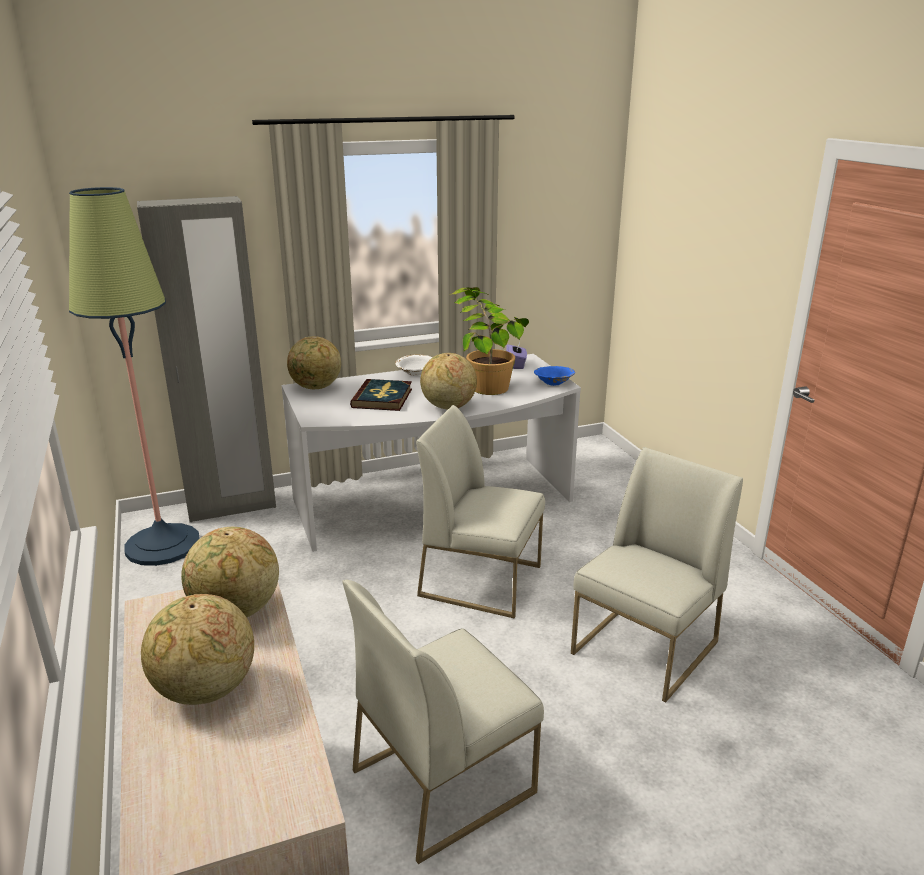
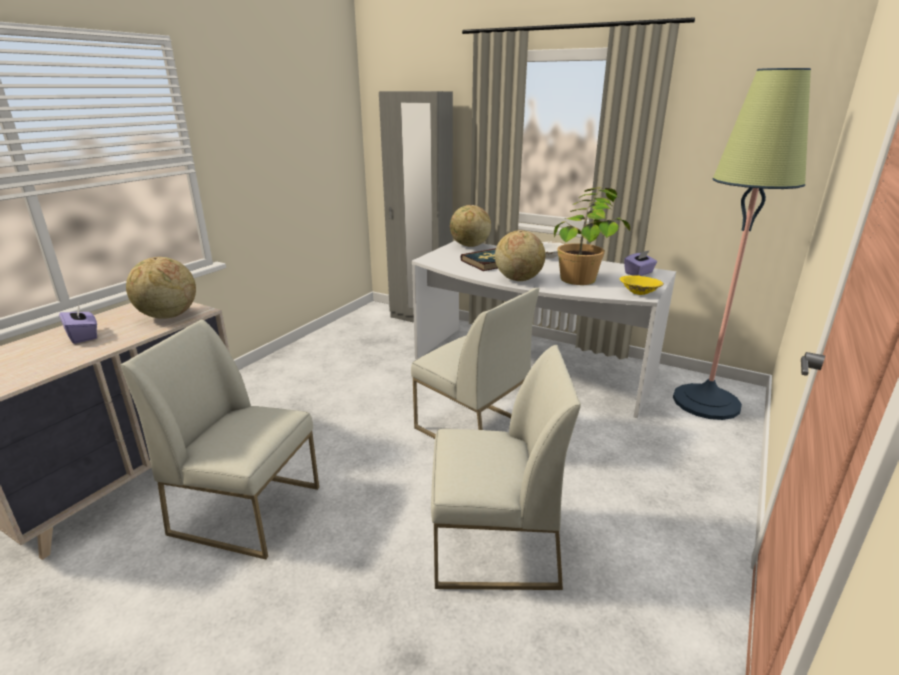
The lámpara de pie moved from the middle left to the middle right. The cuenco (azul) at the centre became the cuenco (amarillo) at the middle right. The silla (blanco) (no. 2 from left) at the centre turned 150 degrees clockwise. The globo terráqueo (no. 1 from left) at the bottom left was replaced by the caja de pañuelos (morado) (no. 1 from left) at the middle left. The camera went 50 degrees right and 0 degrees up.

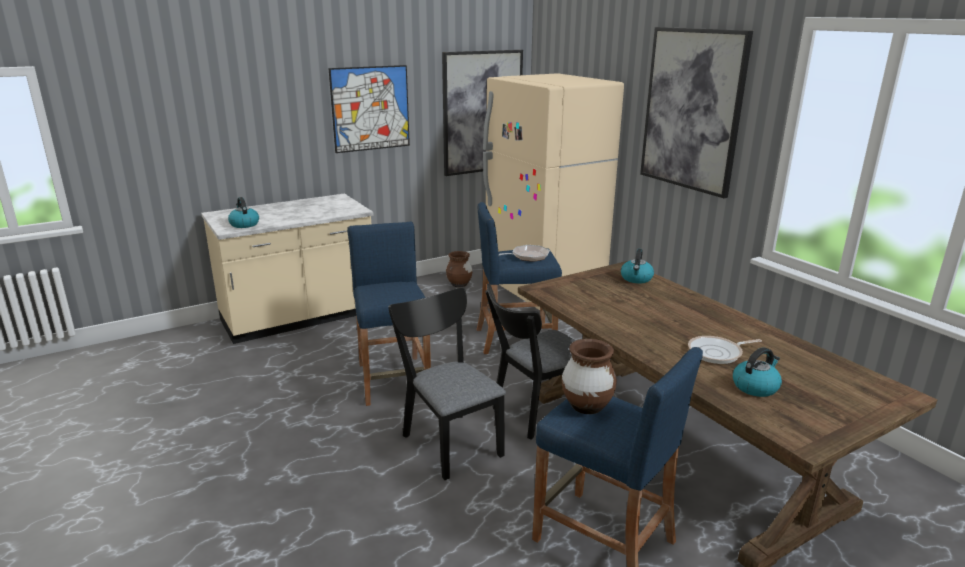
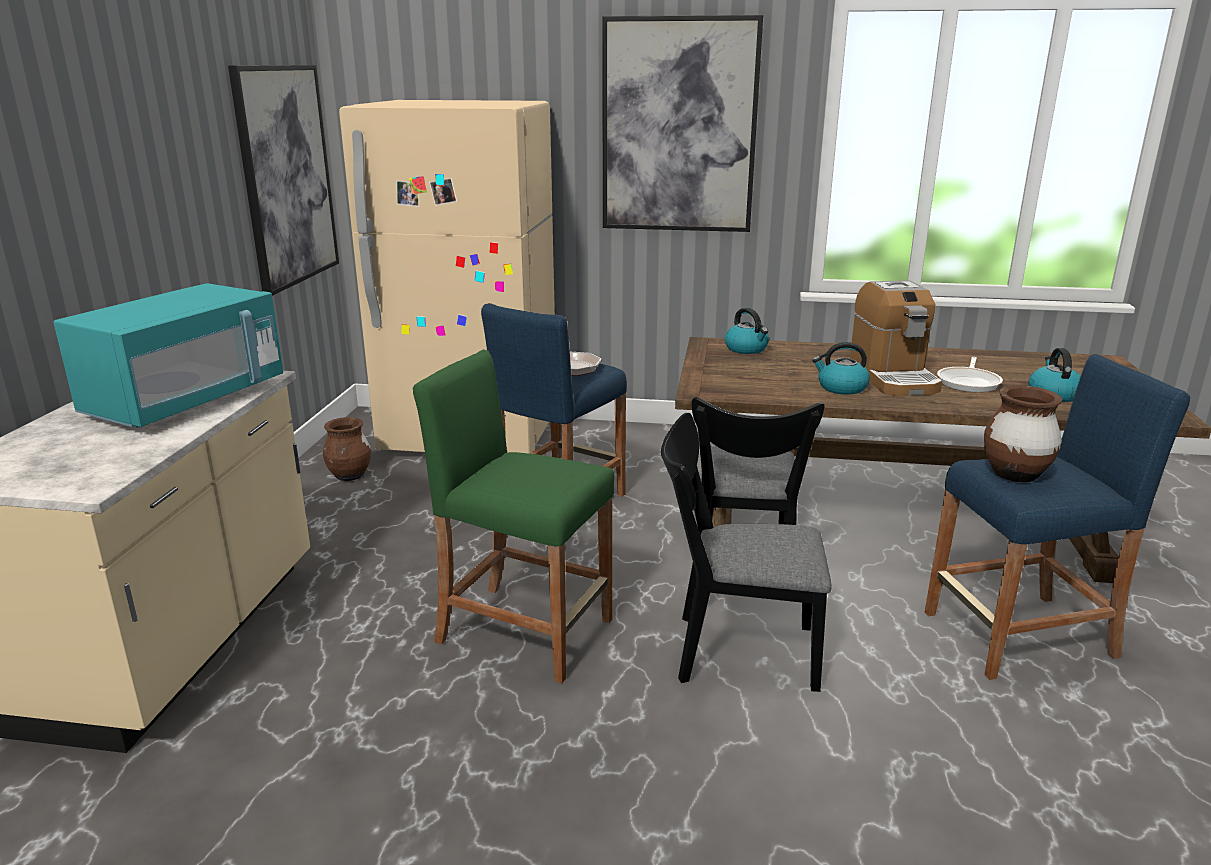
The cuadro (no. 1 from left) at the top centre disappeared. The hervidor (no. 1 from left in the first image) moved from the middle left to the middle right. The taburete (azul) (no. 1 from left) at the centre became the taburete (verde) at the centre. The cafetera at the middle right appeared. The microondas (turquesa) at the middle left appeared. The camera went 50 degrees left and 0 degrees up.

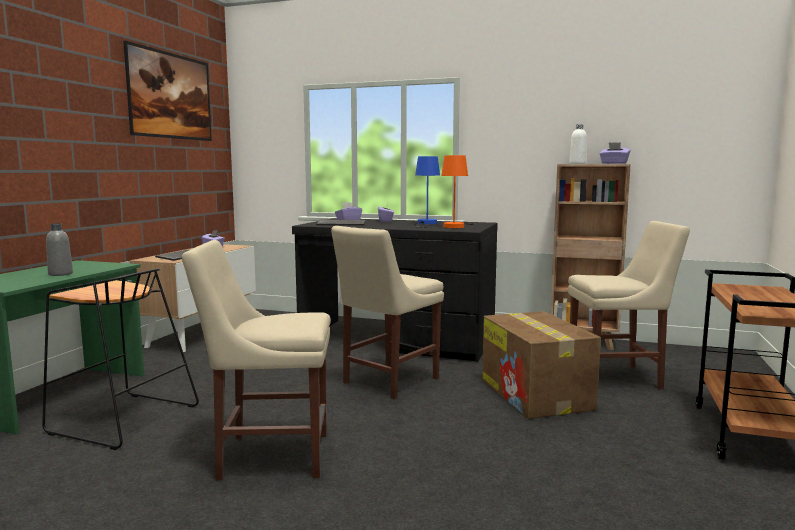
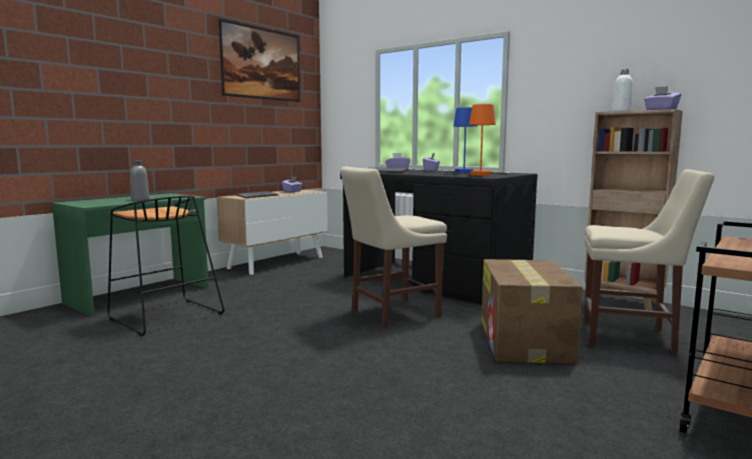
The silla (beis) (no. 1 from left) at the bottom left disappeared. The camera went 20 degrees right and 0 degrees up.

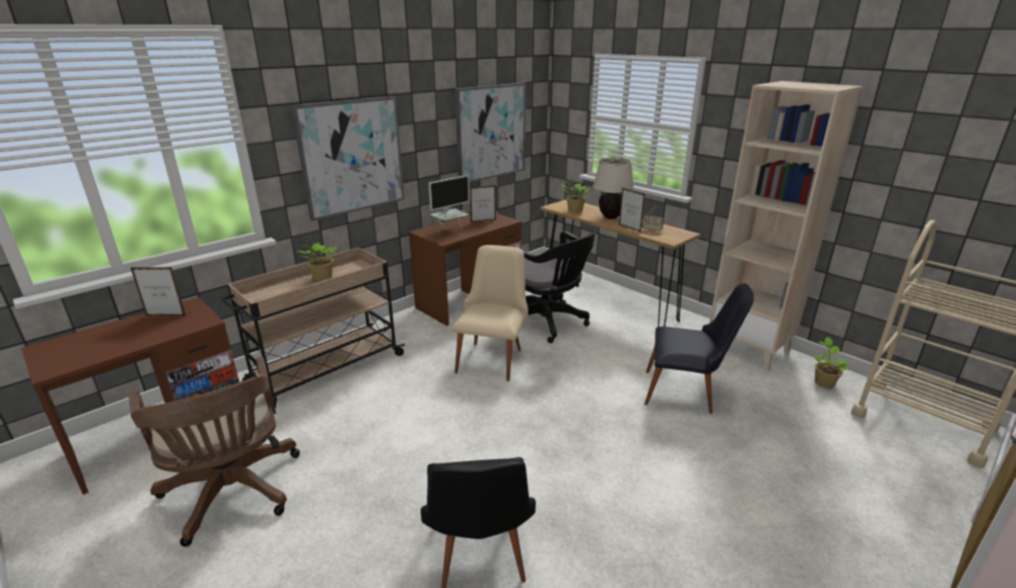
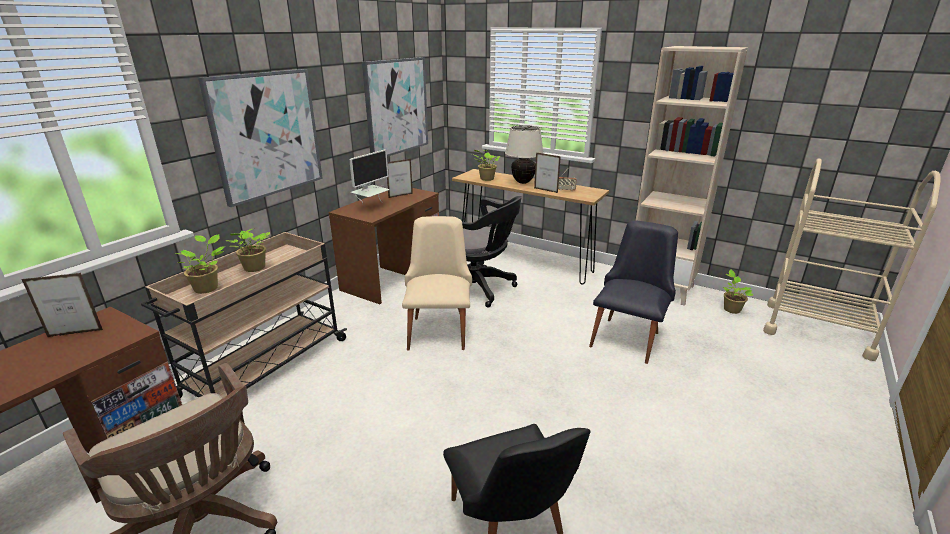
The silla (negro) (no. 2 from left) at the middle right turned 60 degrees counterclockwise. The planta en maceta (no. 1 from left) at the middle left appeared. The camera went 15 degrees left and 0 degrees up.

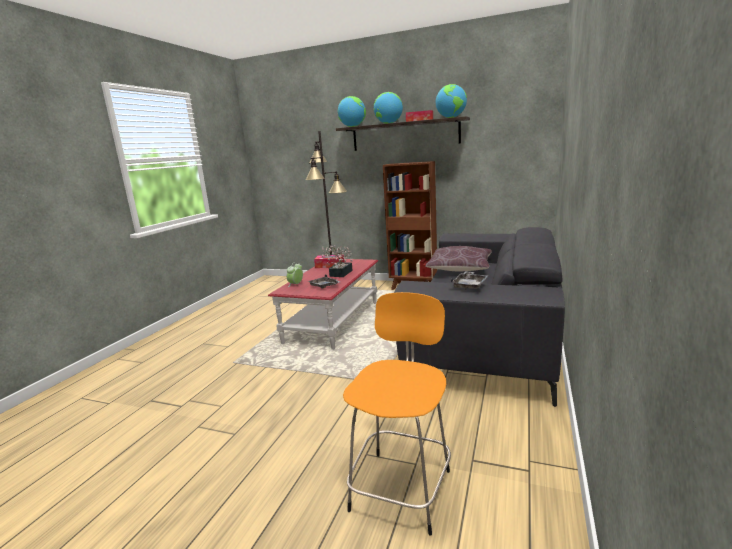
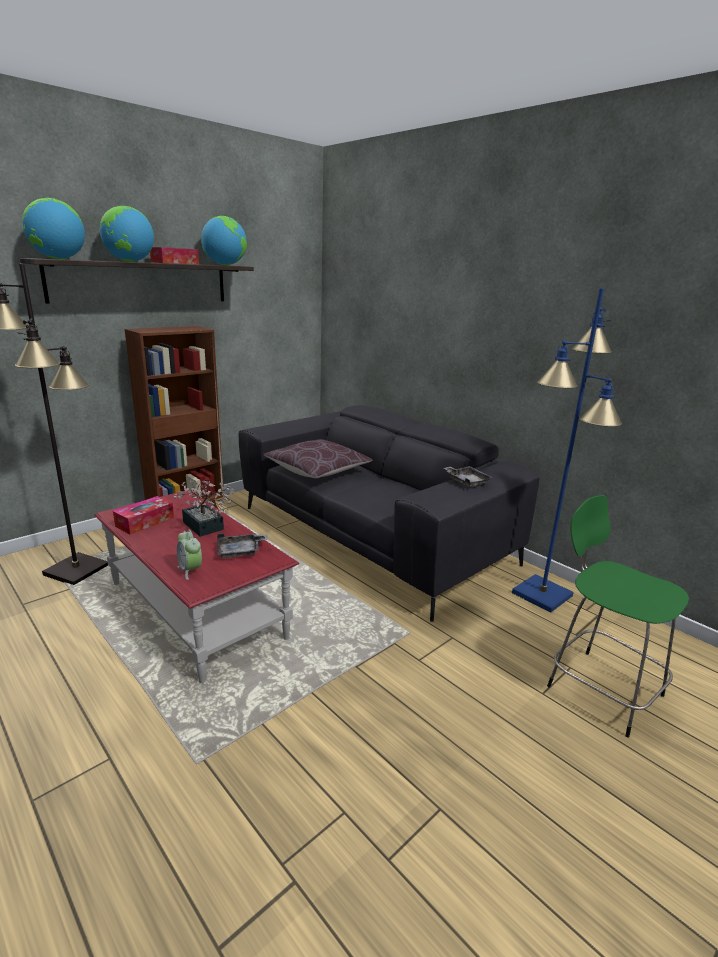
The taburete (naranja) at the bottom centre became the taburete (verde) at the middle right. The lámpara de pie (azul) at the middle right appeared. The camera went 65 degrees left and 5 degrees up.

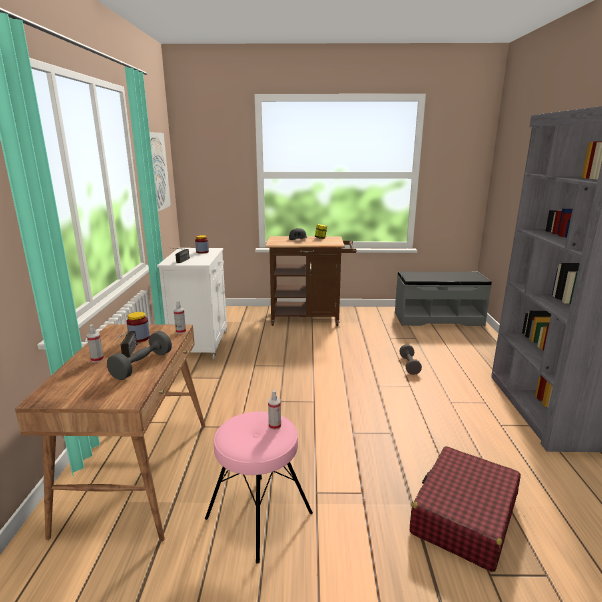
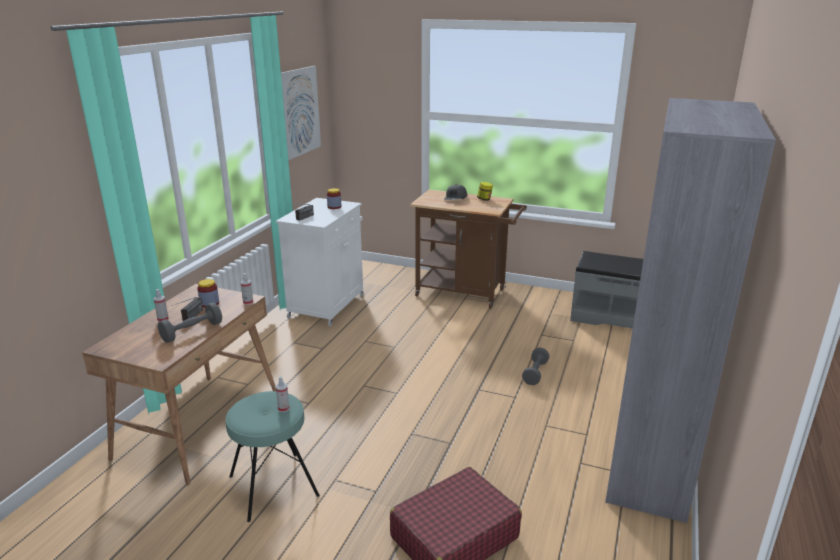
The taburete (rosa) at the bottom centre became the taburete (turquesa) at the bottom left. The camera went 20 degrees right and 5 degrees up.

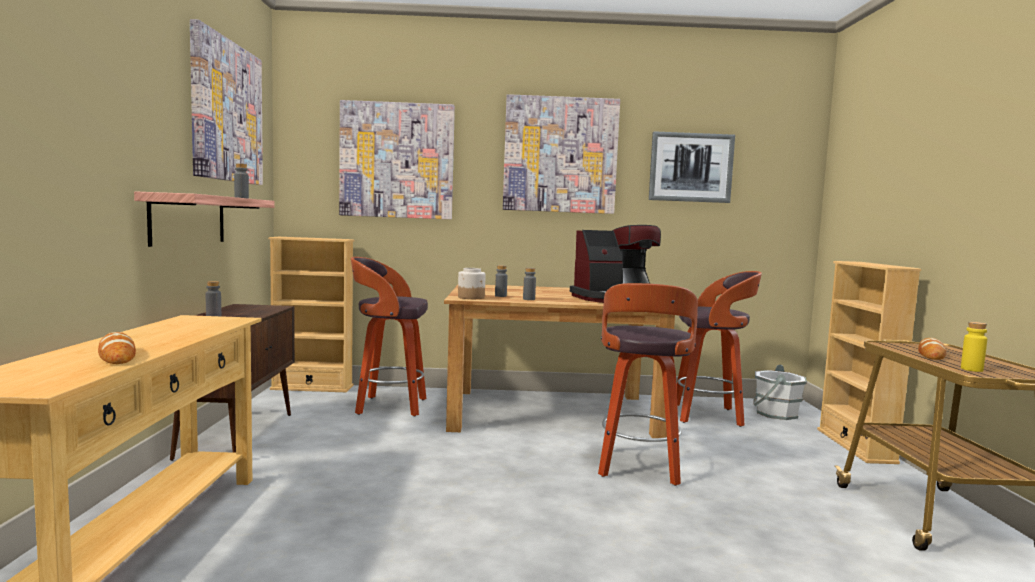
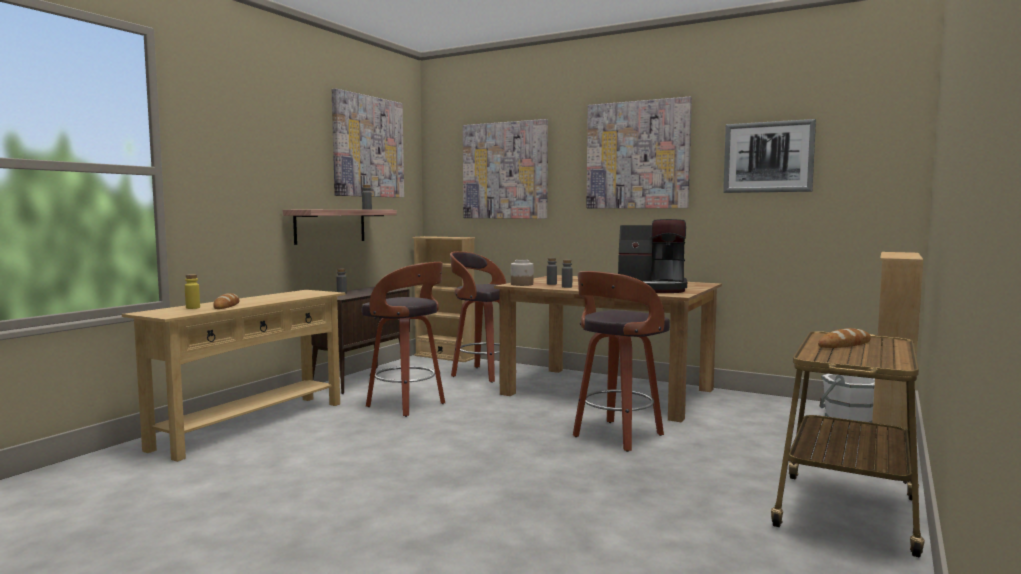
The taburete (no. 3 from left in the first image) moved from the middle right to the centre. The botella (amarillo) moved from the middle right to the middle left. The camera went 30 degrees right and 0 degrees up.

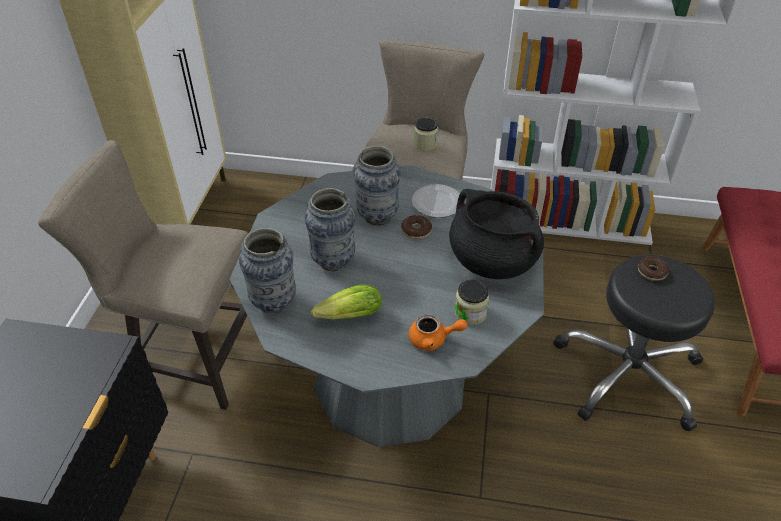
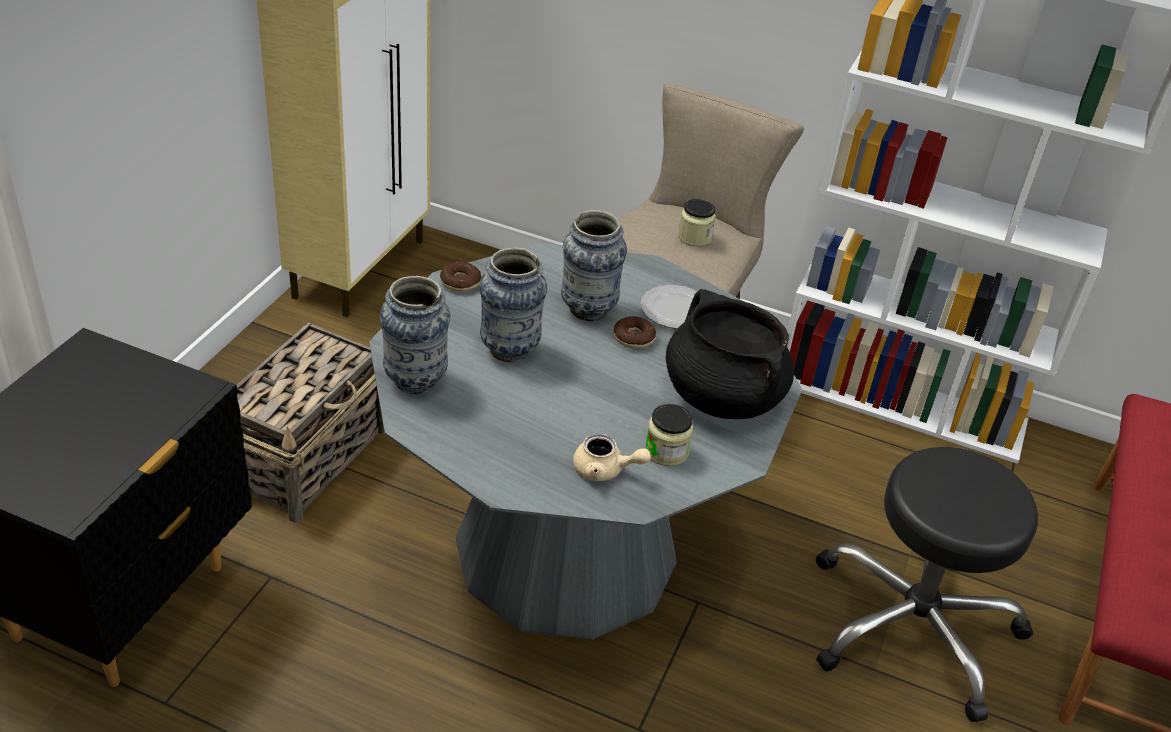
The taburete (beis) (no. 1 from left) at the middle left was replaced by the cesta at the middle left. The rosquilla (no. 2 from left in the first image) moved from the middle right to the centre. The lechuga at the centre disappeared. The tetera (naranja) at the centre became the tetera (beis) at the centre. The camera went 10 degrees right and 5 degrees down.

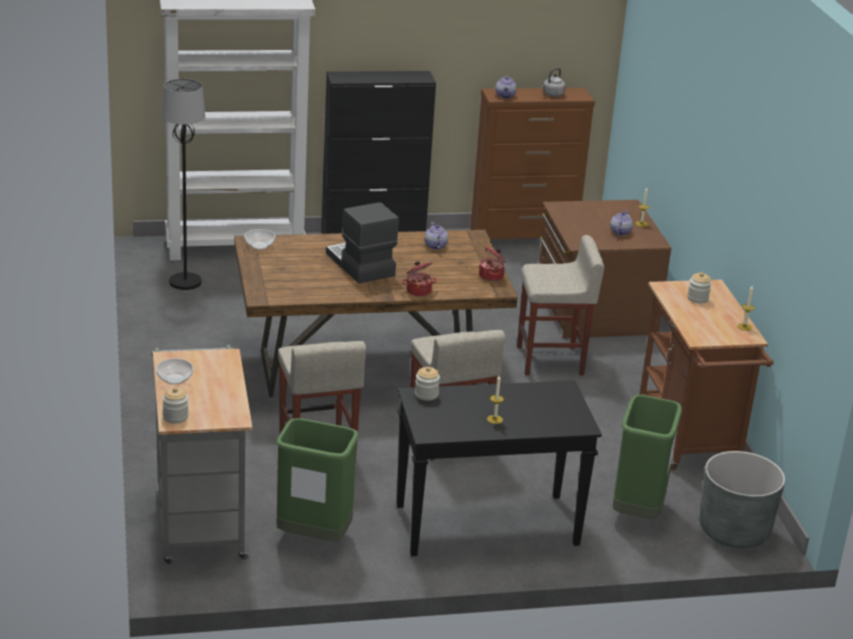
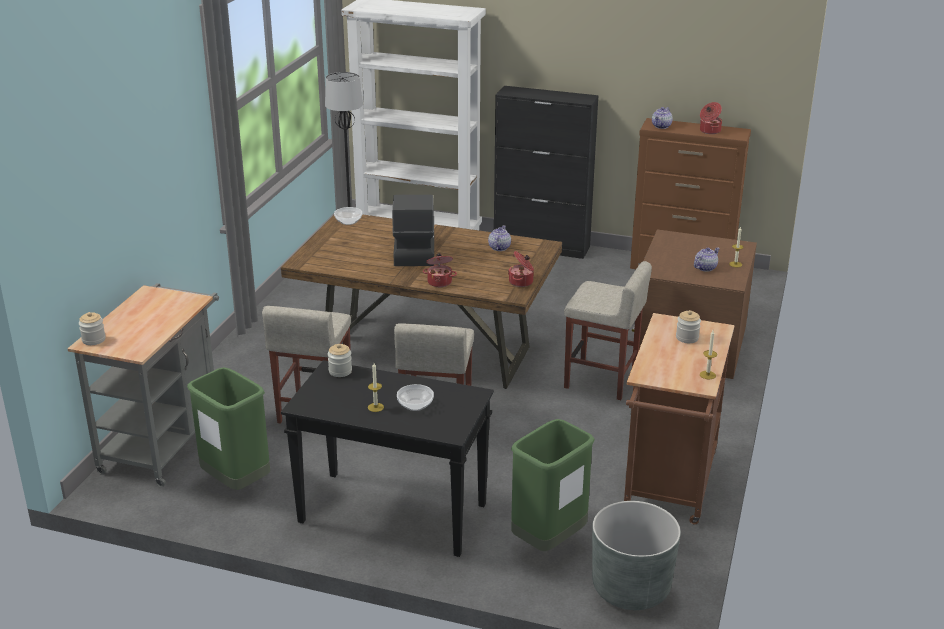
The hervidor (gris) at the top centre was replaced by the olla (no. 3 from left) at the top right. The cuenco (no. 1 from left in the first image) moved from the middle left to the centre. The camera went 30 degrees right and 0 degrees up.

